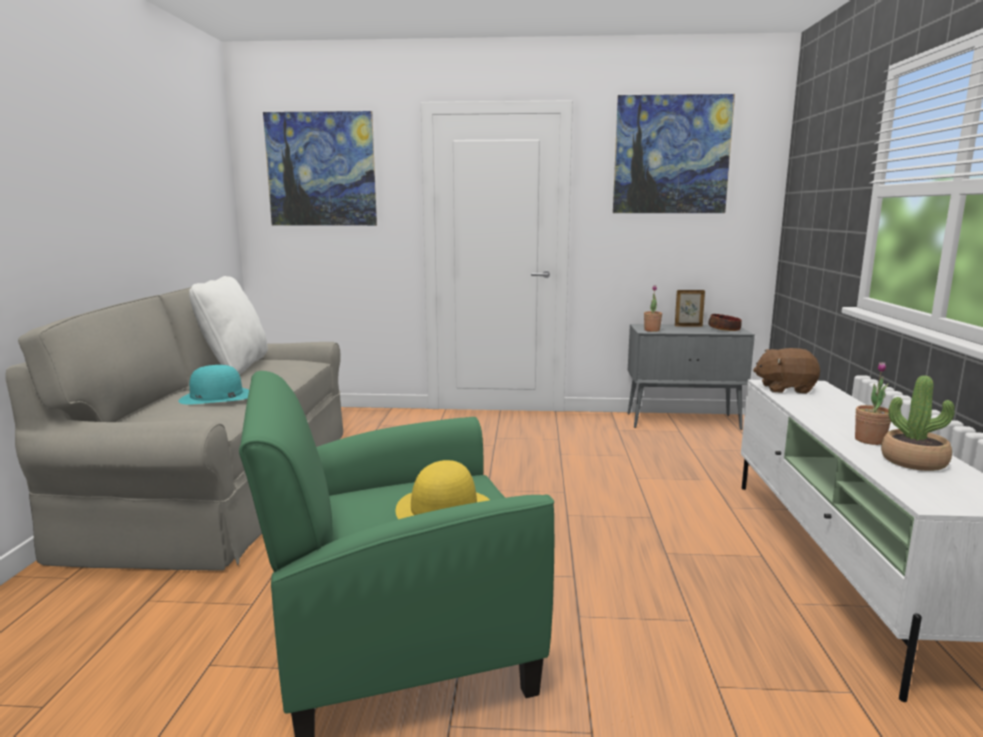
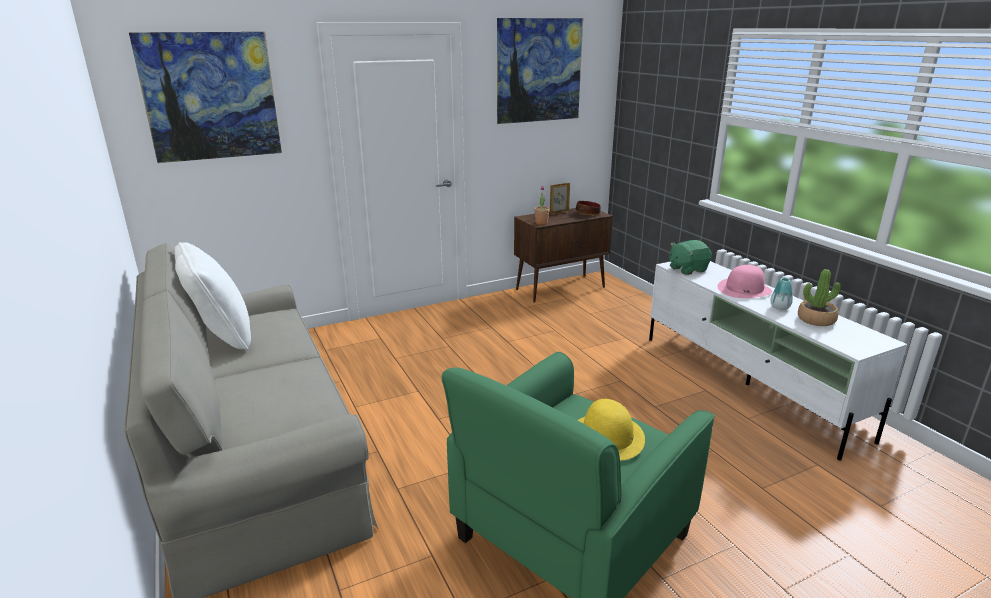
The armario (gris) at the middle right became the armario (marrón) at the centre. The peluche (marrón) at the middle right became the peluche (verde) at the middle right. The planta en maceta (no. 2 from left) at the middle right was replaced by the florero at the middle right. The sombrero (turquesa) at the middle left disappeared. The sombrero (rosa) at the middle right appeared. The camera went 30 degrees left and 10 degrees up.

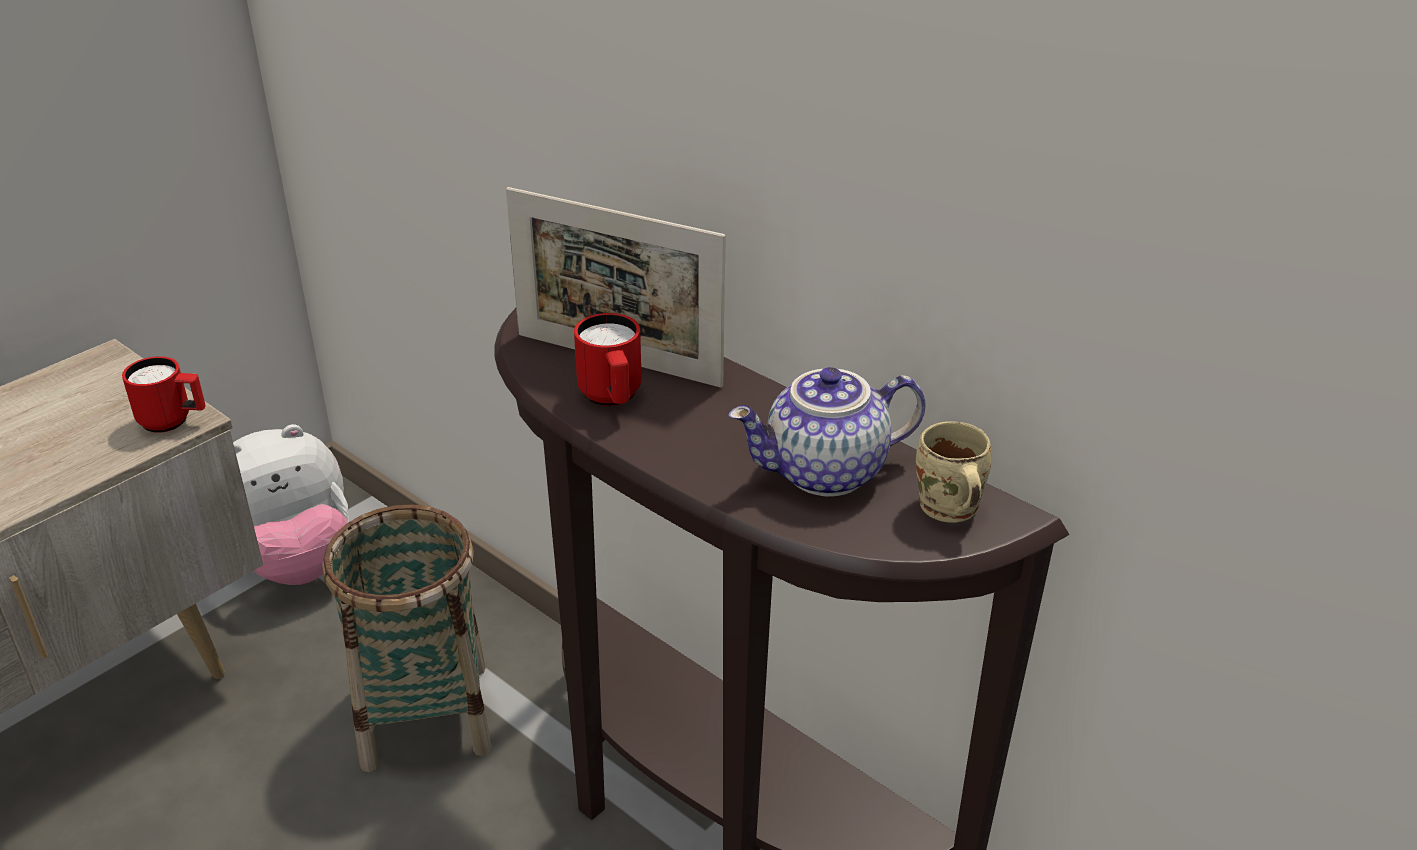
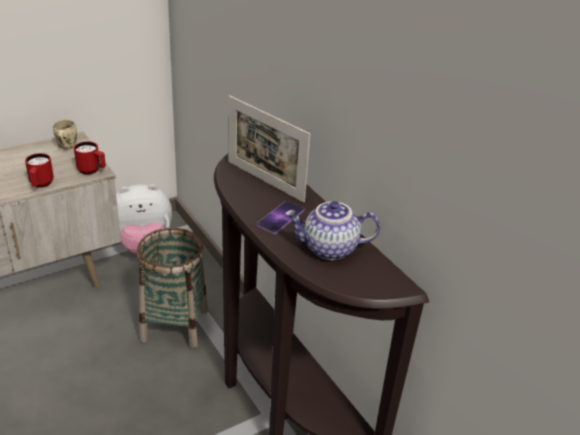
The taza grande (rojo) (no. 2 from left in the first image) moved from the centre to the middle left. The taza grande (beis) moved from the middle right to the top left. The móvil at the centre appeared. The camera went 15 degrees right and 0 degrees up.

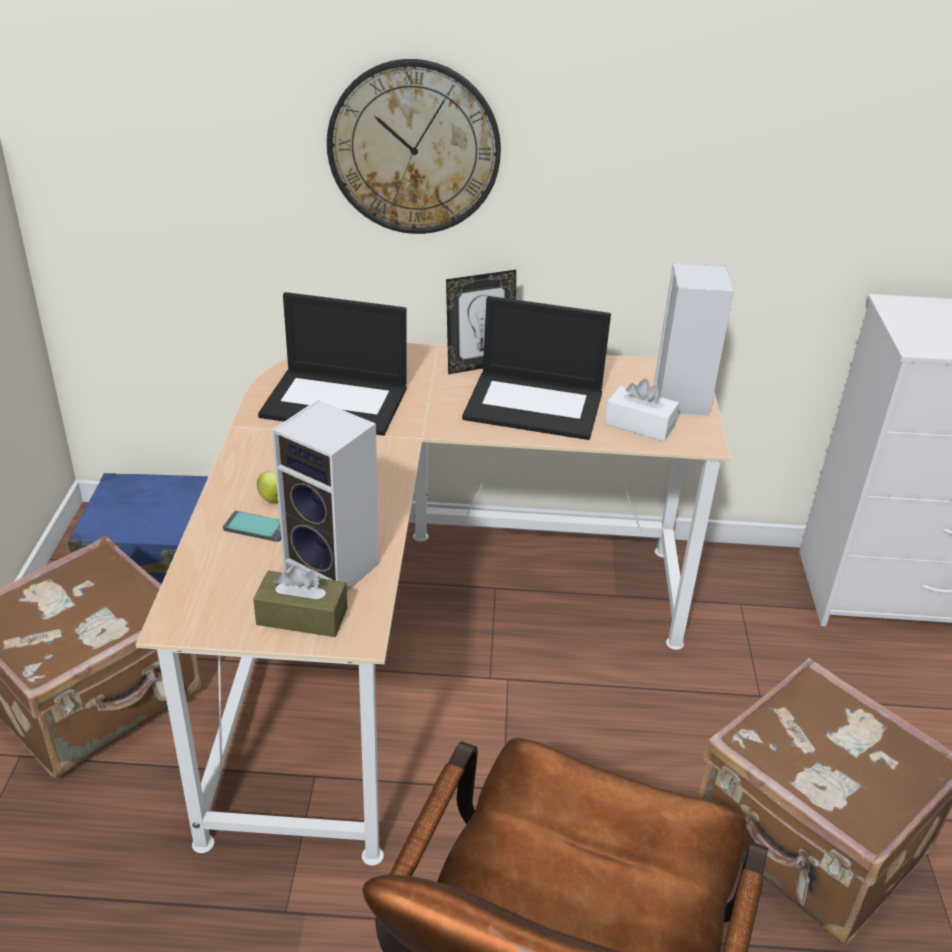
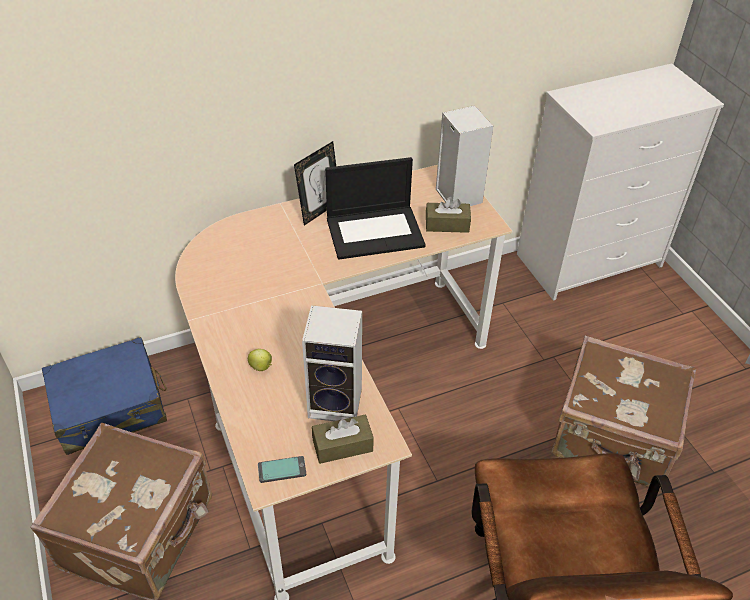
The reloj de pared at the top centre disappeared. The portátil (no. 1 from left) at the centre disappeared. The caja de pañuelos (blanco) at the middle right became the caja de pañuelos (marrón) (no. 2 from left) at the centre. The móvil moved from the middle left to the bottom centre. The camera went 25 degrees left and 10 degrees up.

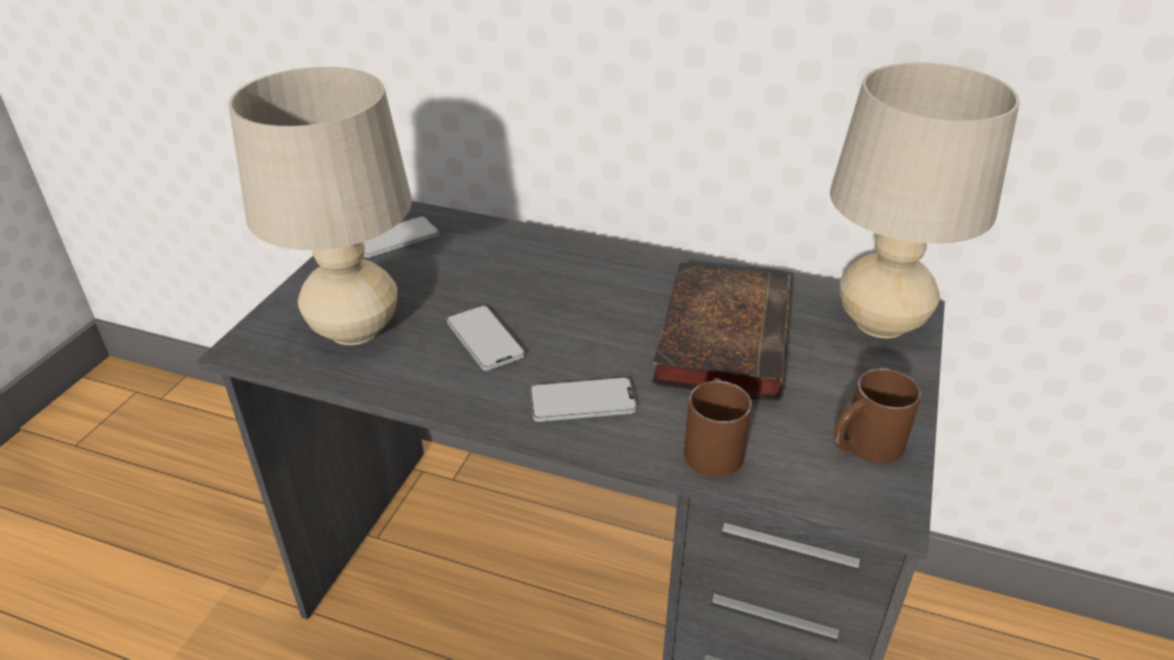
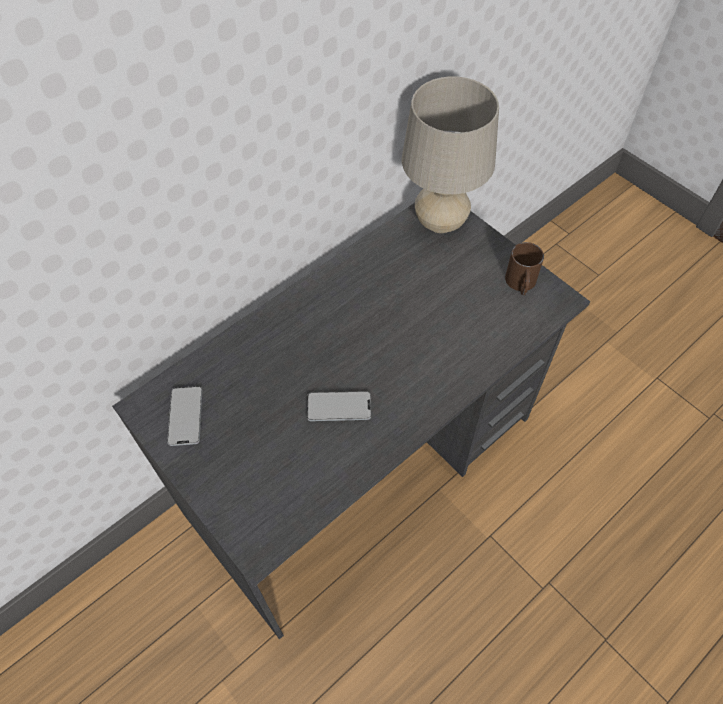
The lámpara de mesa (beis) (no. 1 from left) at the top left disappeared. The libro at the centre disappeared. The móvil (no. 3 from left) at the centre disappeared. The taza grande (marrón) (no. 1 from left) at the centre disappeared. The camera went 60 degrees left and 20 degrees up.

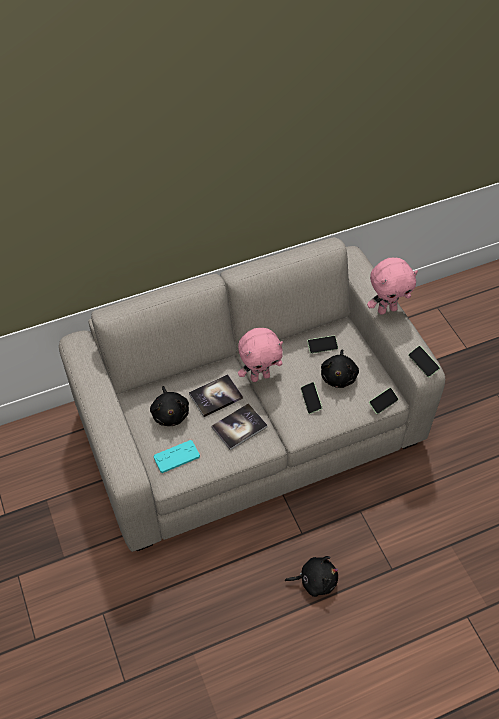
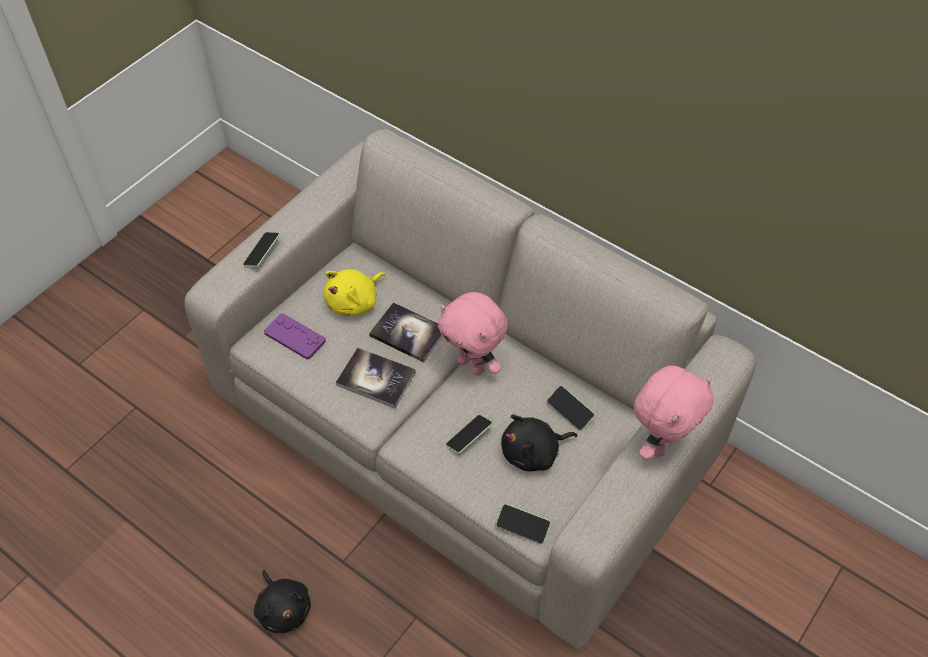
The peluche (rosa) (no. 2 from left) at the middle right turned 90 degrees counterclockwise. The móvil (no. 4 from left in the first image) moved from the middle right to the middle left. The peluche (negro) (no. 1 from left) at the centre became the peluche (amarillo) at the centre. The mando de consola (turquesa) at the centre became the mando de consola (morado) at the middle left. The camera went 60 degrees right and 0 degrees up.

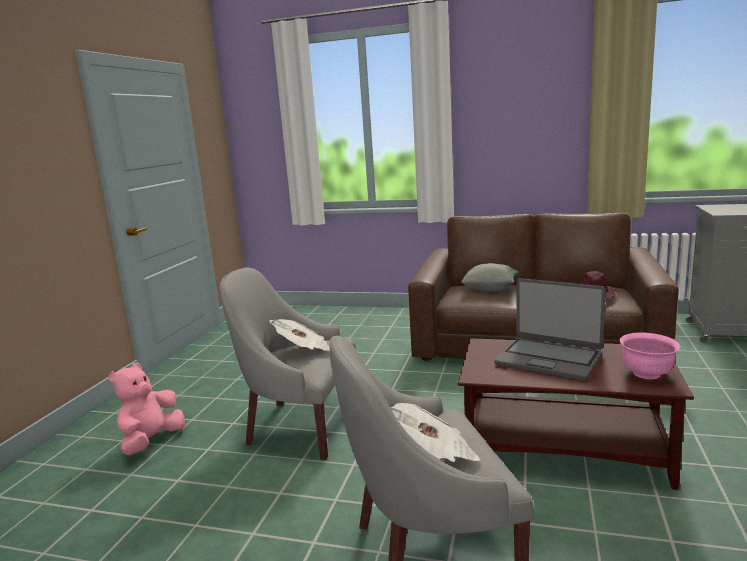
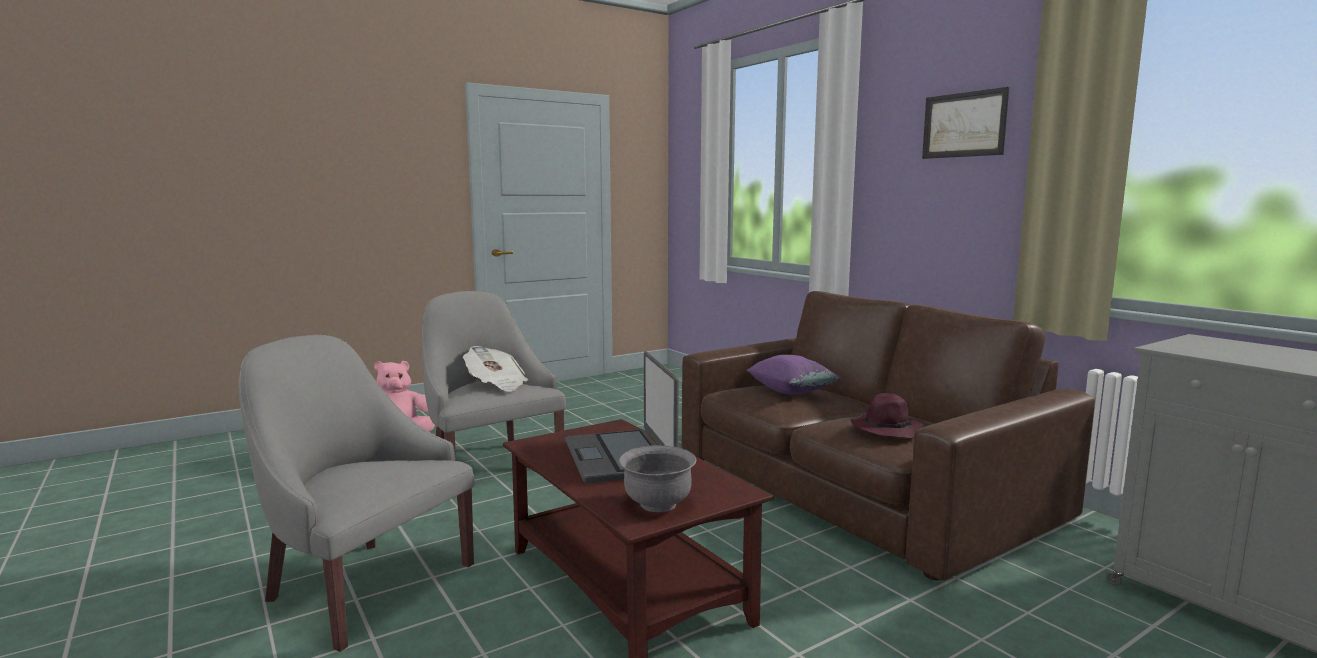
The cojín (gris) at the centre became the cojín (morado) at the centre. The cuenco (rosa) at the middle right became the cuenco (gris) at the bottom centre. The periódico (no. 2 from left) at the bottom centre disappeared. The cuadro at the top right appeared. The camera went 40 degrees right and 5 degrees down.

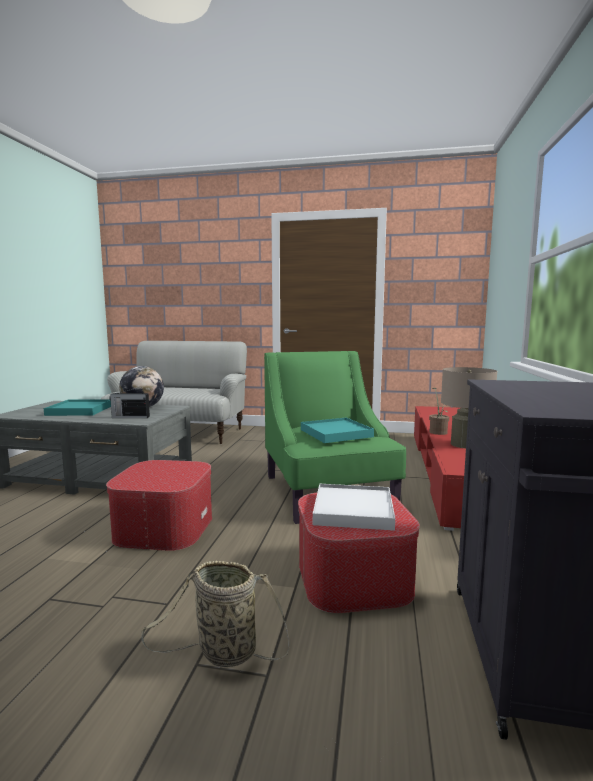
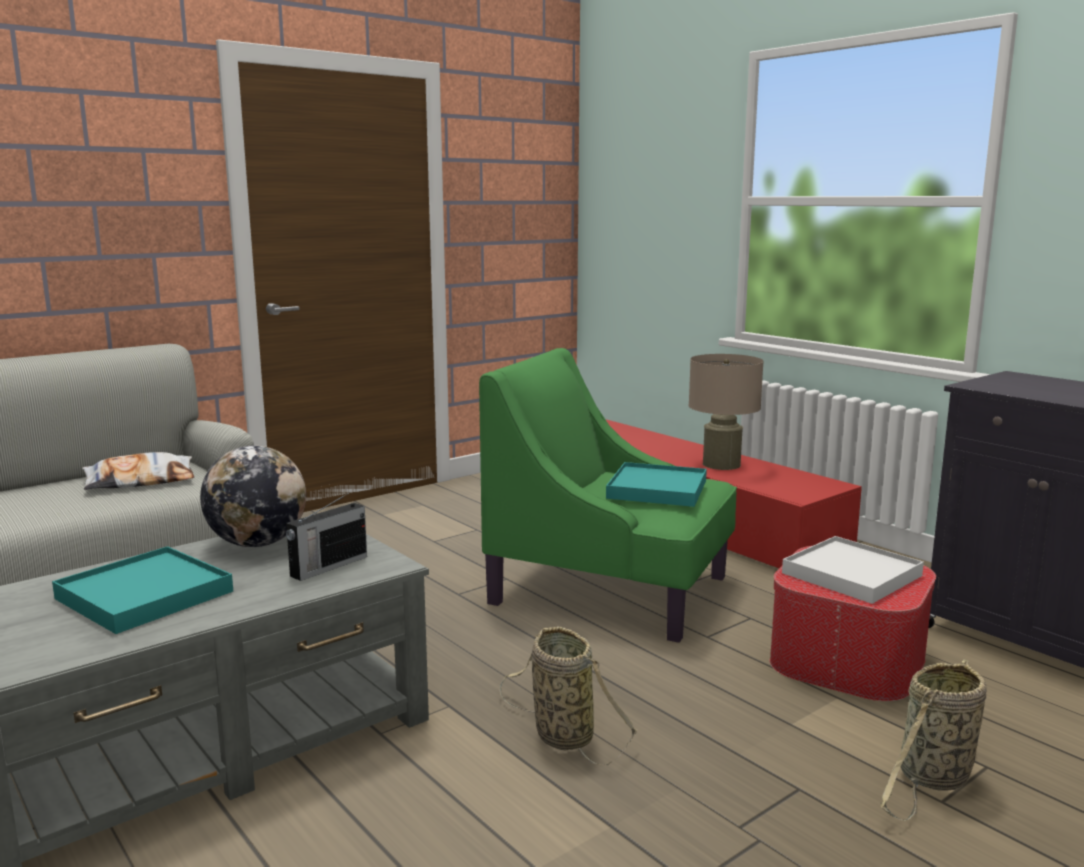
The planta en maceta at the middle right disappeared. The puf (no. 1 from left) at the middle left was replaced by the cesta (no. 1 from left) at the bottom centre. The cojín at the middle left appeared. The camera went 50 degrees left and 5 degrees up.

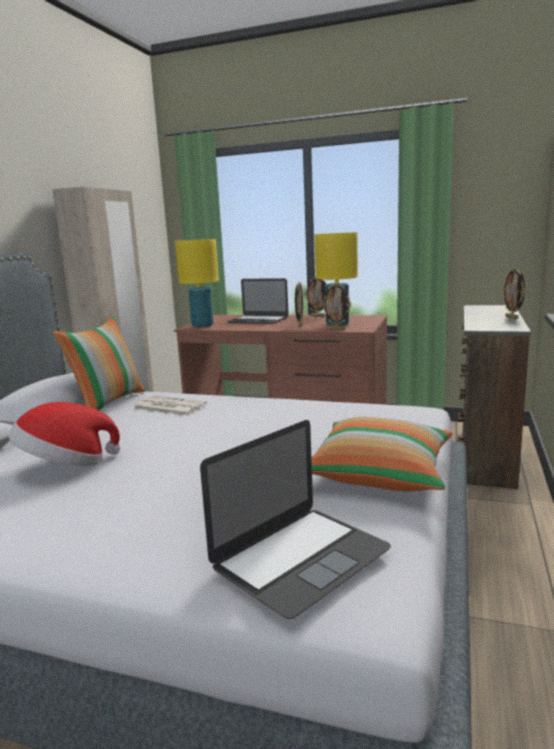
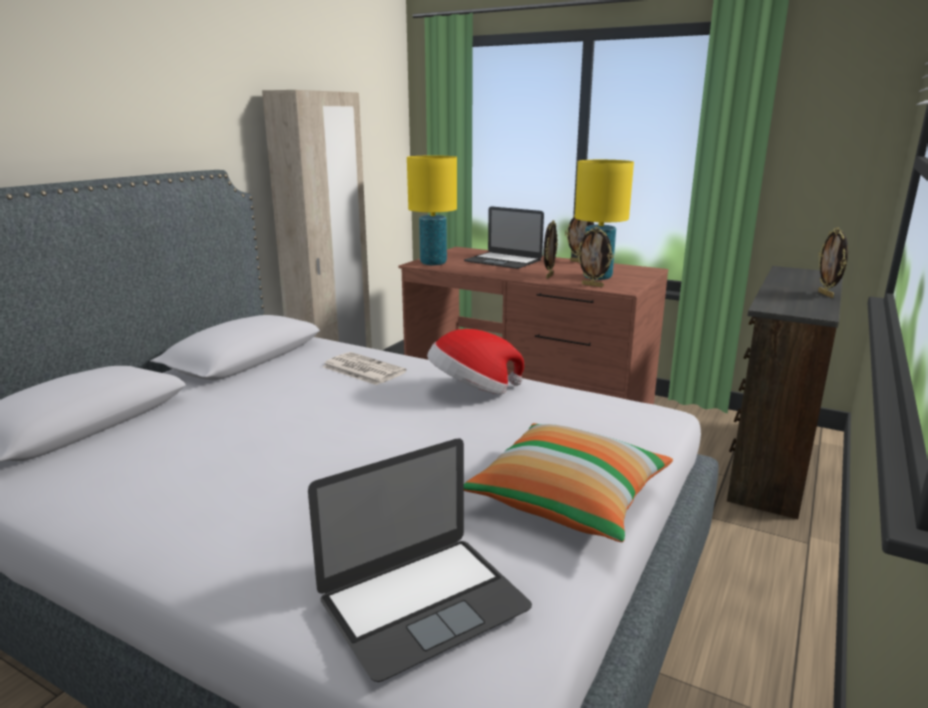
The cojín (no. 1 from left) at the middle left disappeared. The sombrero moved from the middle left to the centre. The camera went 10 degrees right and 5 degrees up.

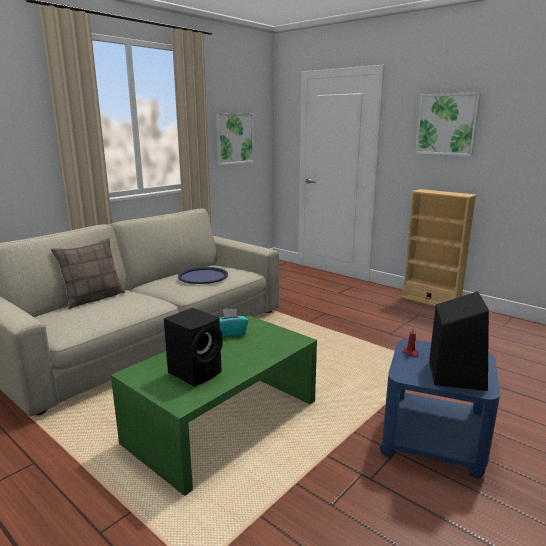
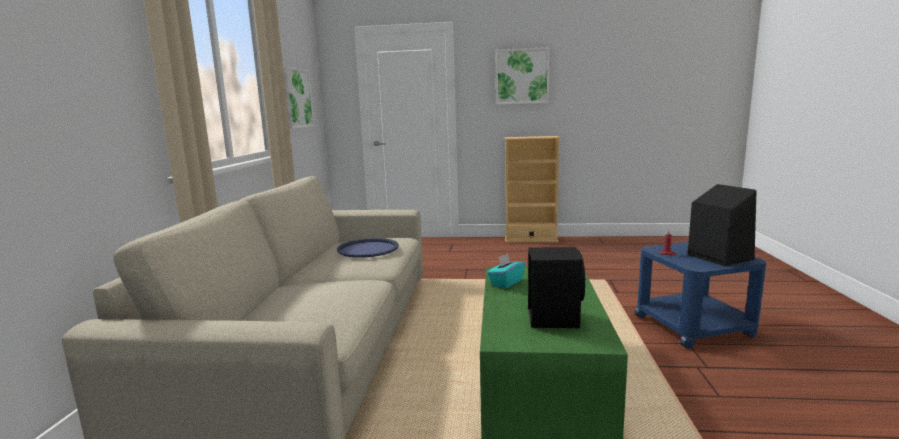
The cojín at the middle left disappeared. The camera went 35 degrees left and 5 degrees down.

